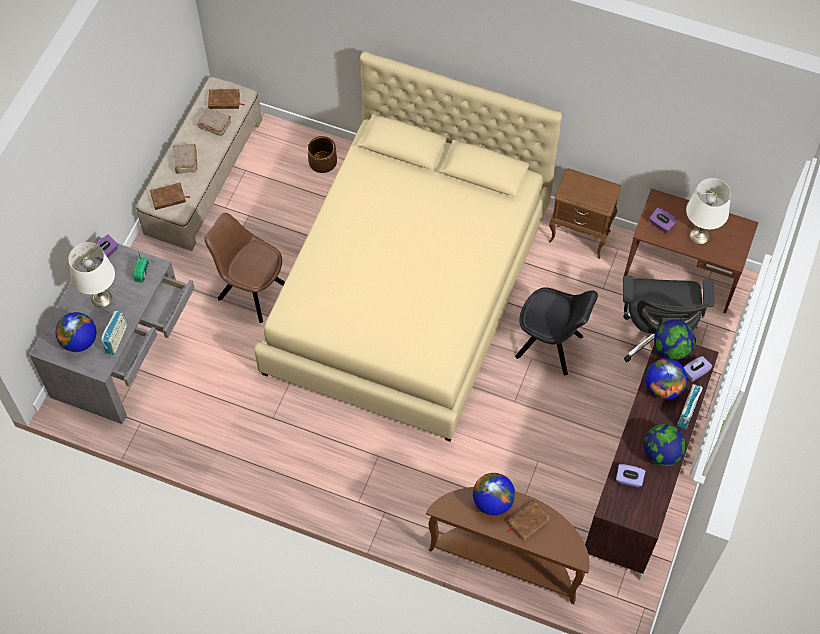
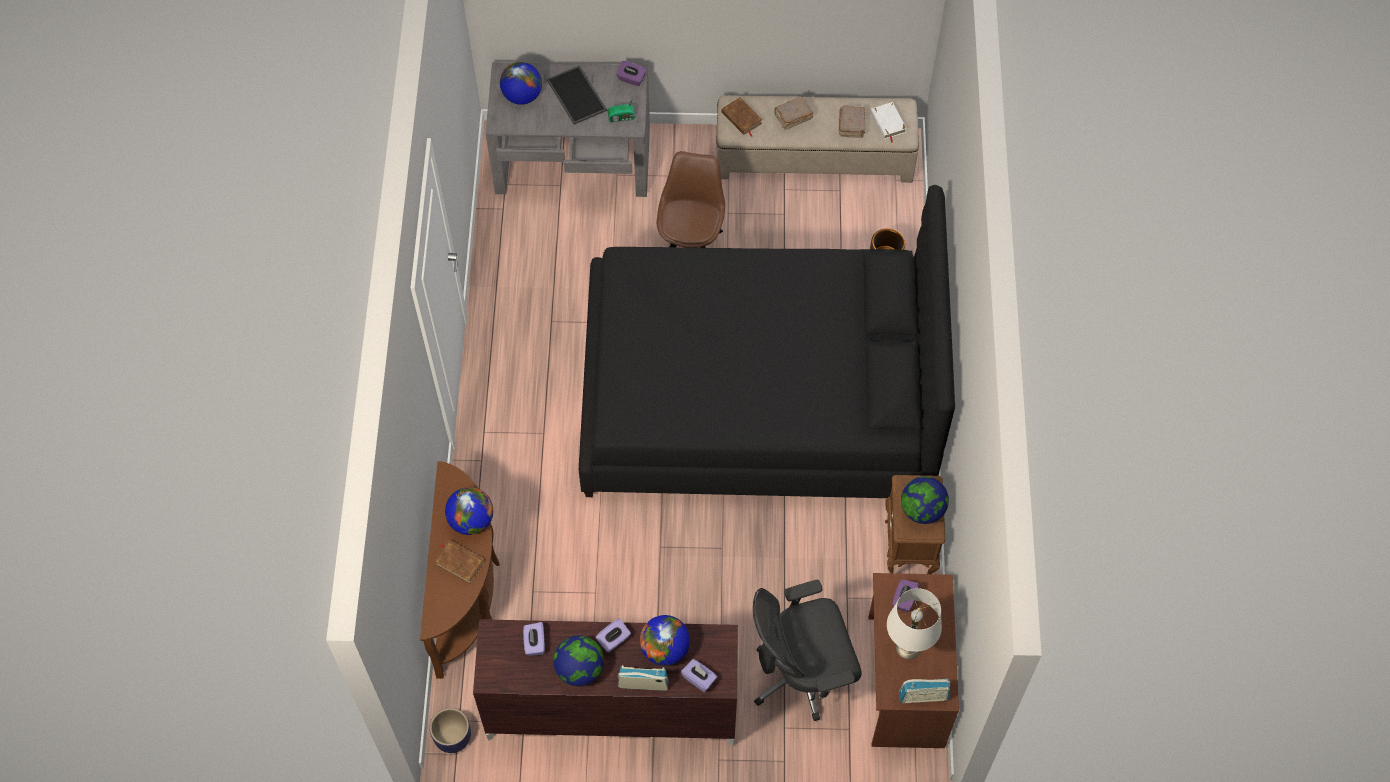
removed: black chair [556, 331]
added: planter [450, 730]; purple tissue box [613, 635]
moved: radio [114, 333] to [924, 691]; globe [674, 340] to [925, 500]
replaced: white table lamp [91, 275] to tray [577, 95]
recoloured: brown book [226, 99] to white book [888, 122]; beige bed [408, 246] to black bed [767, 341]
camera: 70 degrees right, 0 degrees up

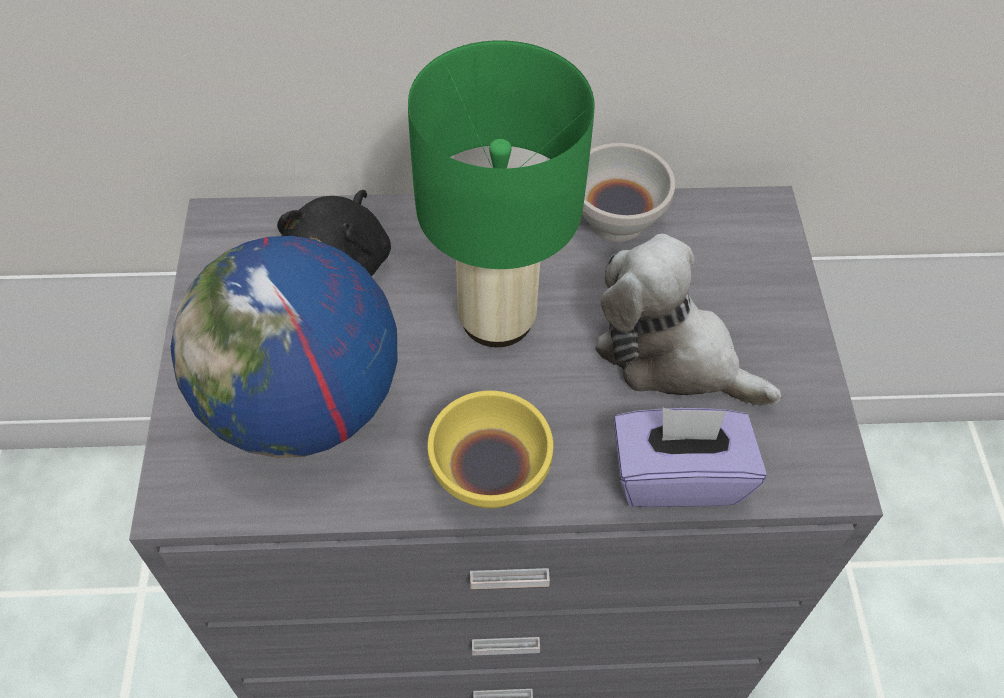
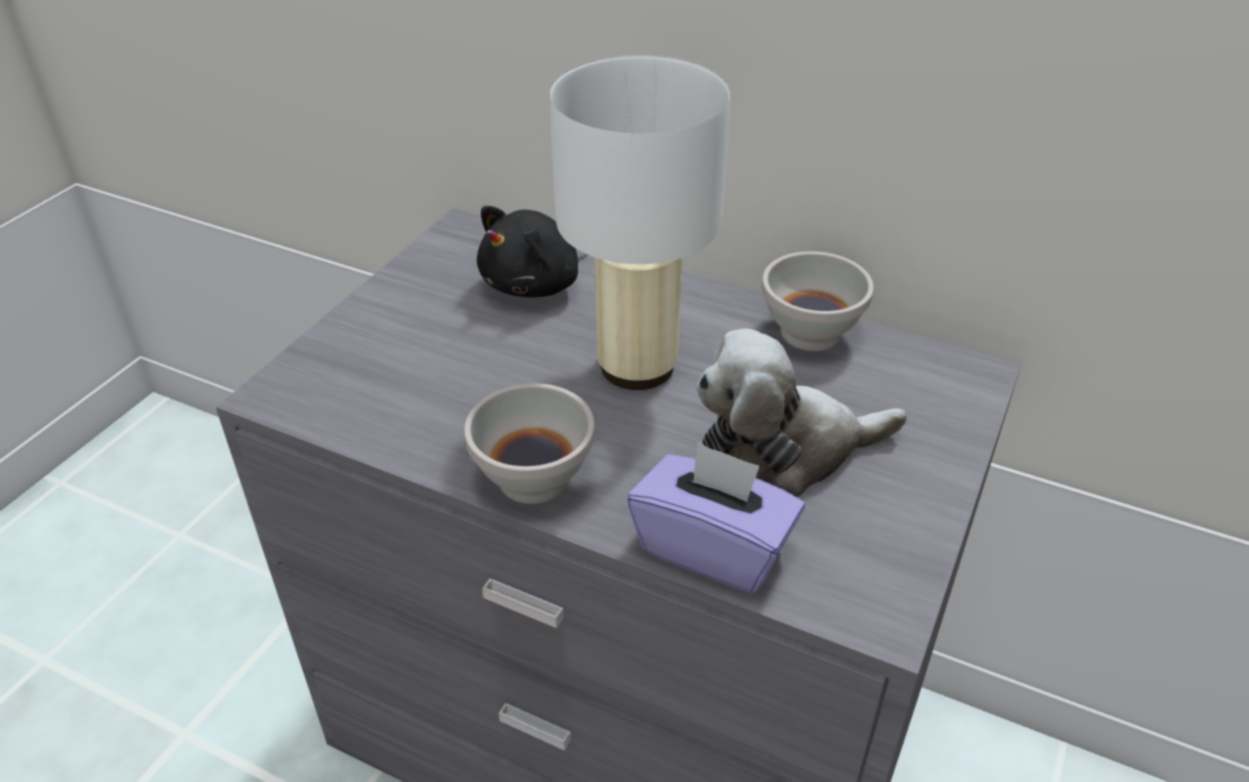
removed: globe [284, 347]
recoloured: green table lamp [501, 193] to white table lamp [640, 222]; yellow bowl [490, 449] to white bowl [529, 443]
turned: plush toy [688, 320] = [801, 412] 75 degrees counterclockwise
camera: 30 degrees right, 15 degrees down

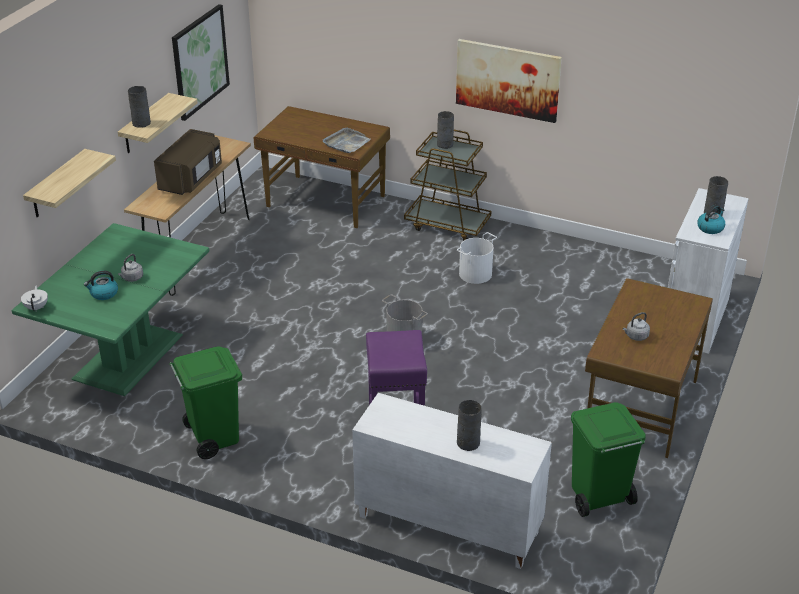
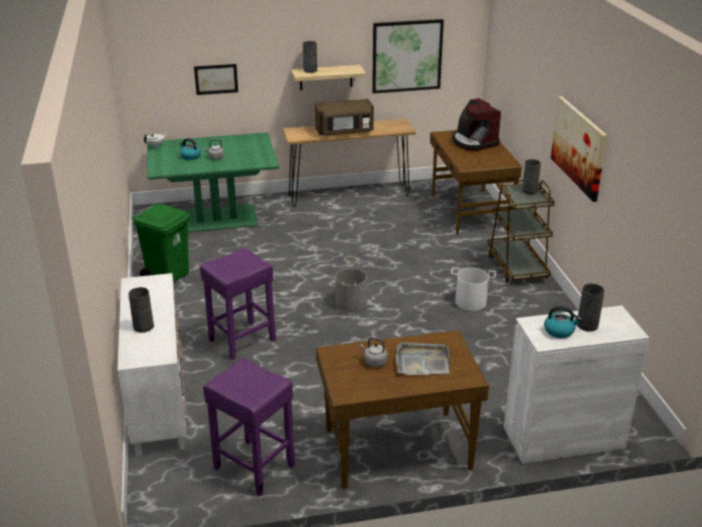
added: coffee machine [476, 124]
moved: grey tray [347, 141] to [423, 358]
replaced: shelf [69, 183] to picture [216, 79]; green trash can [608, 459] to purple stool [249, 427]
camera: 55 degrees right, 5 degrees down

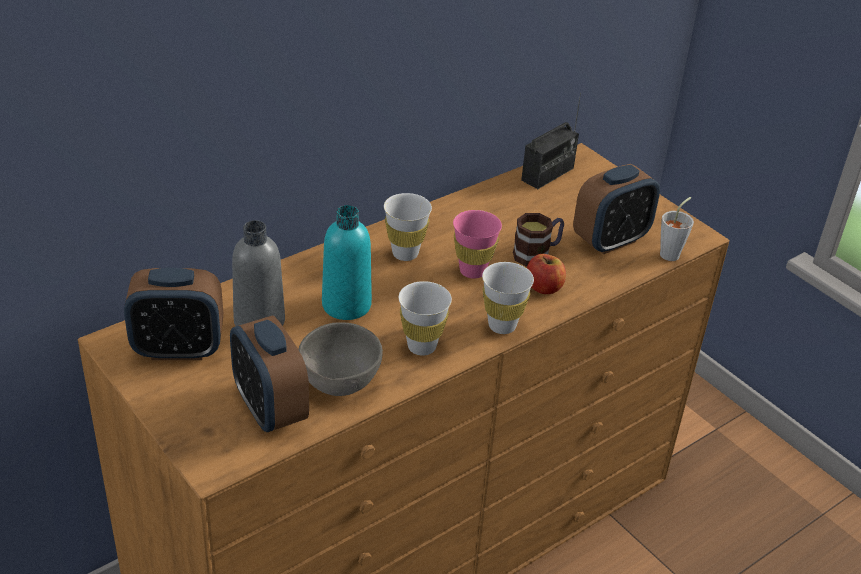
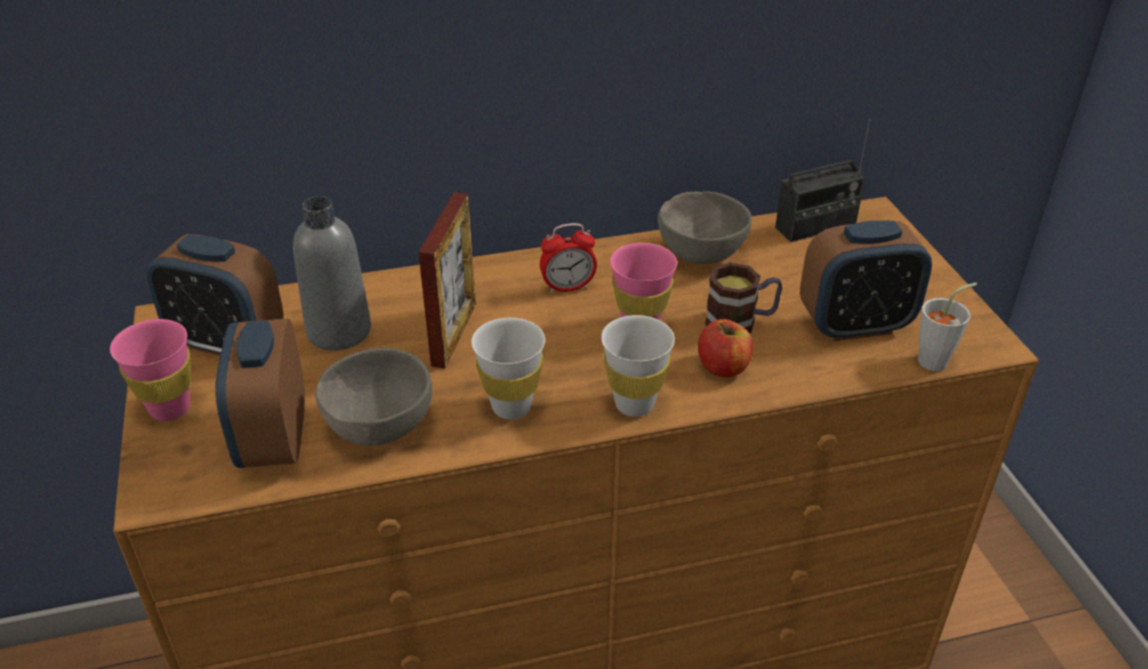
added: pink cup [150, 370]; grey bowl [705, 227]
replaced: turquoise bottle [347, 262] to picture frame [447, 280]; white cup [408, 227] to alarm clock [568, 258]
camera: 25 degrees right, 0 degrees up

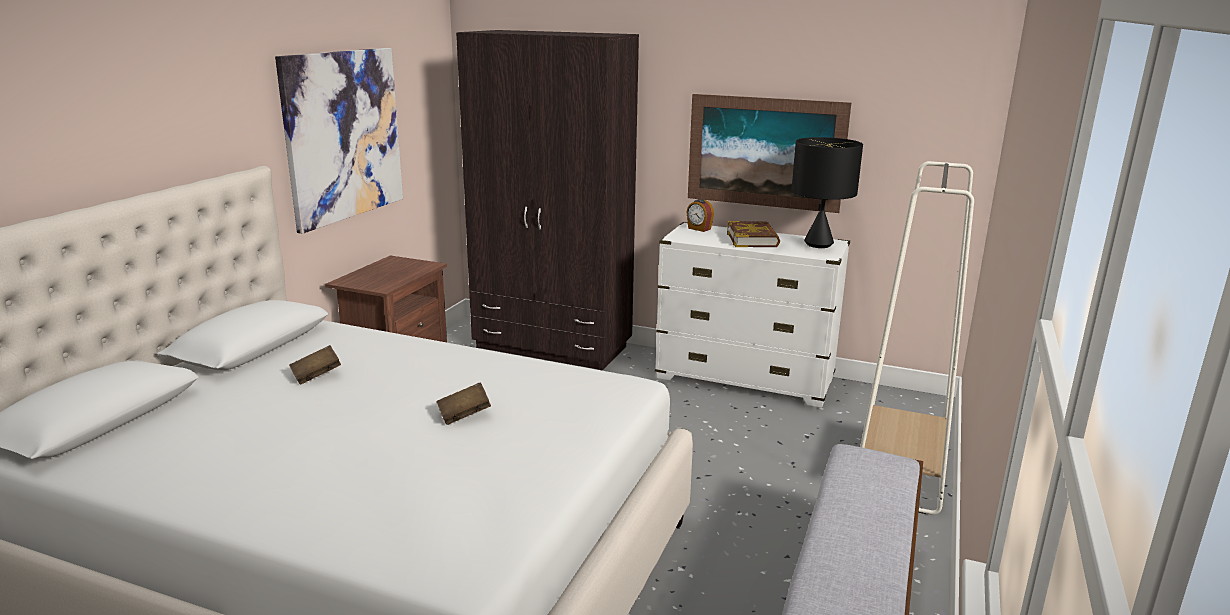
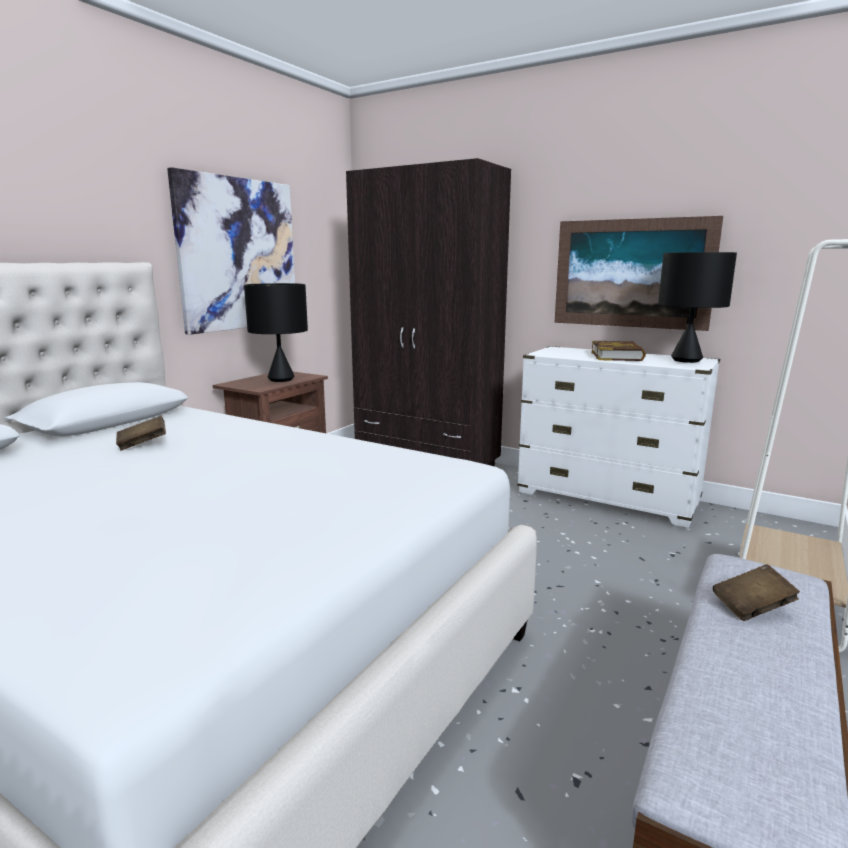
removed: alarm clock [700, 215]
added: black table lamp [276, 332]
moved: brown book [464, 403] to [756, 592]
camera: 10 degrees right, 5 degrees down

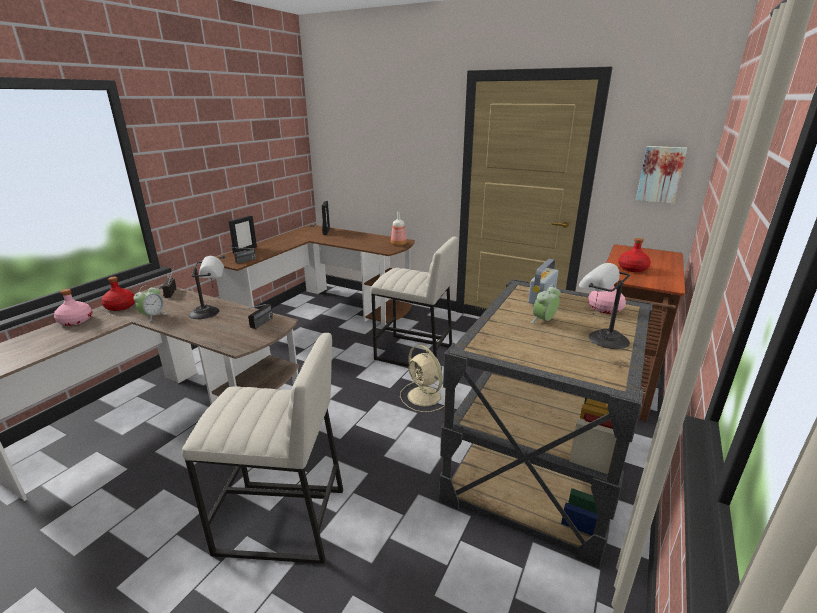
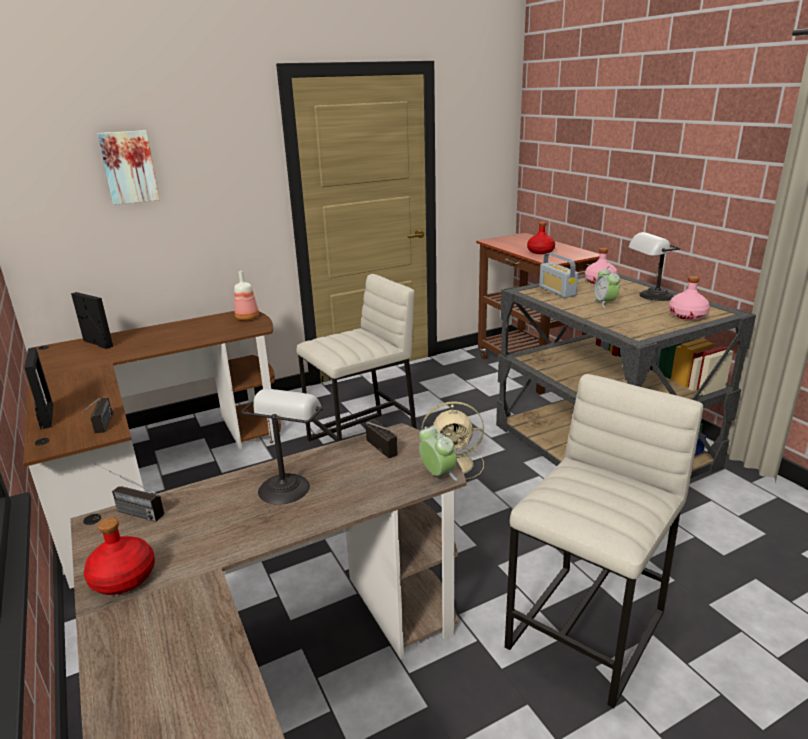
moved: pink bottle [73, 307] to [689, 298]; alarm clock [150, 303] to [438, 453]; picture [661, 175] to [128, 167]
camera: 55 degrees left, 0 degrees up

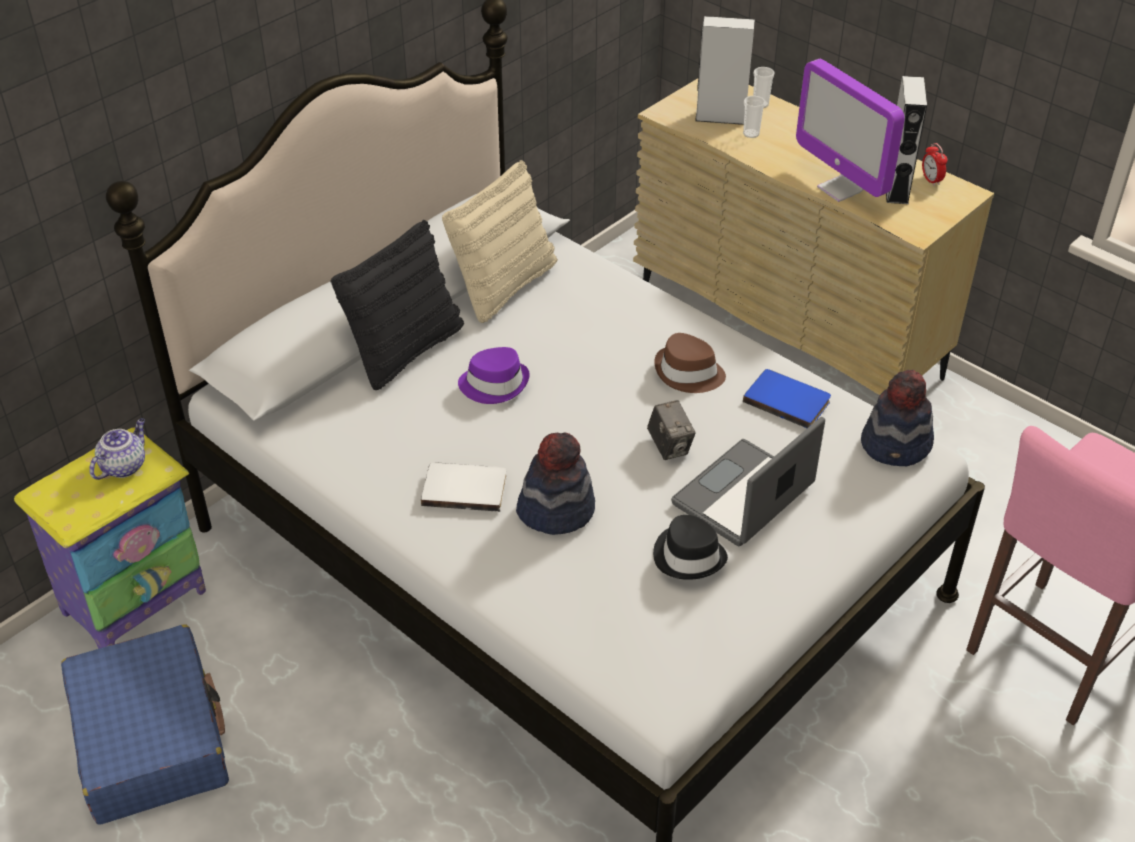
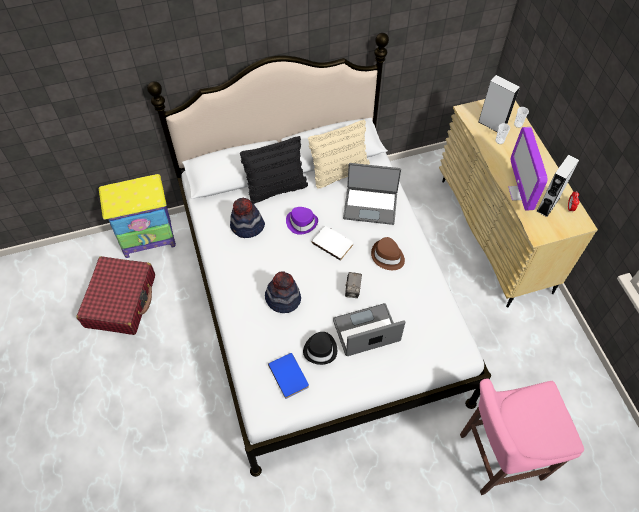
removed: teapot [117, 449]
added: laptop [372, 194]
moved: white book [464, 487] to [332, 243]; blue book [787, 398] to [288, 376]; hat [897, 418] to [247, 217]
recoloured: blue suitcase [145, 724] to red suitcase [115, 295]
camera: 30 degrees right, 15 degrees up

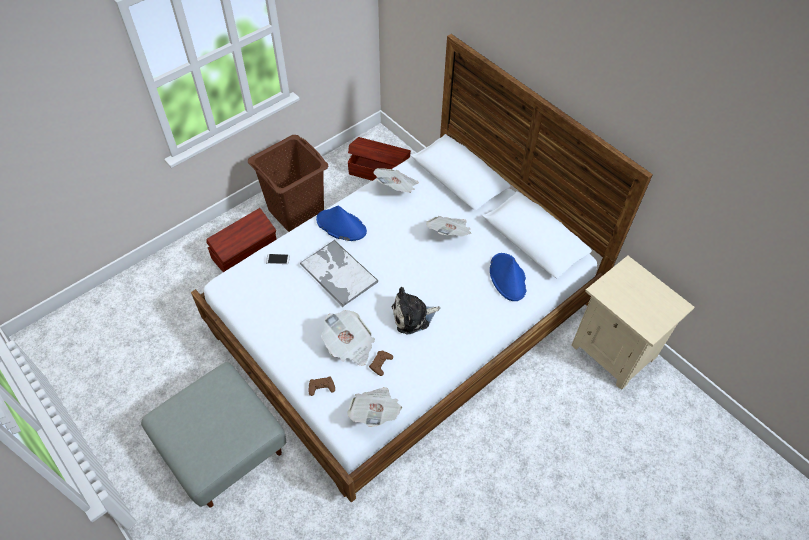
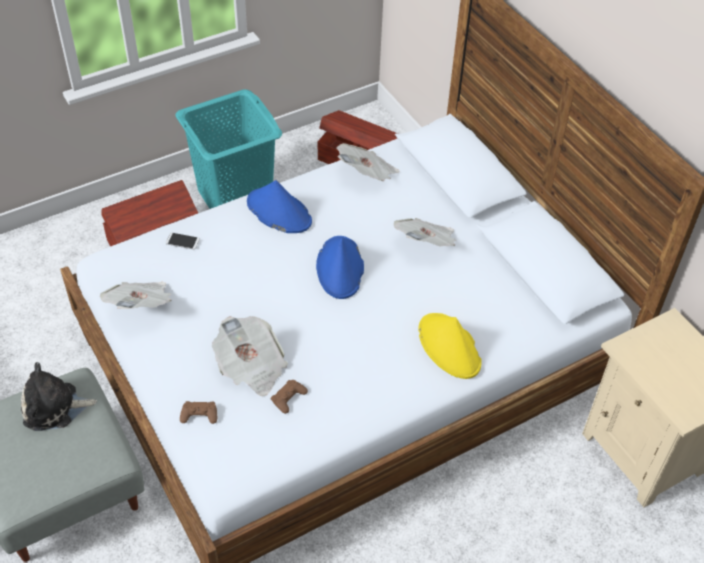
removed: tray [339, 273]
added: yellow hat [450, 346]
moved: newspaper [374, 407] to [135, 295]; plush toy [416, 310] to [59, 396]; blue hat [508, 277] to [340, 267]
recoloured: brown laundry basket [288, 183] to turquoise laundry basket [229, 149]
camera: 10 degrees right, 5 degrees down

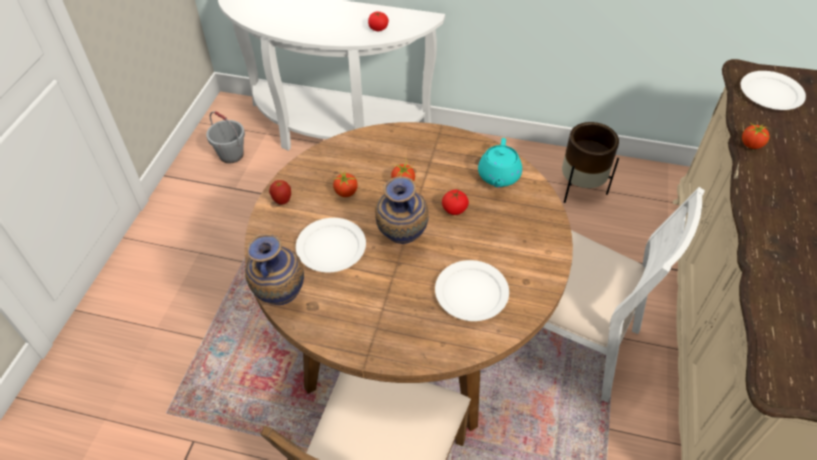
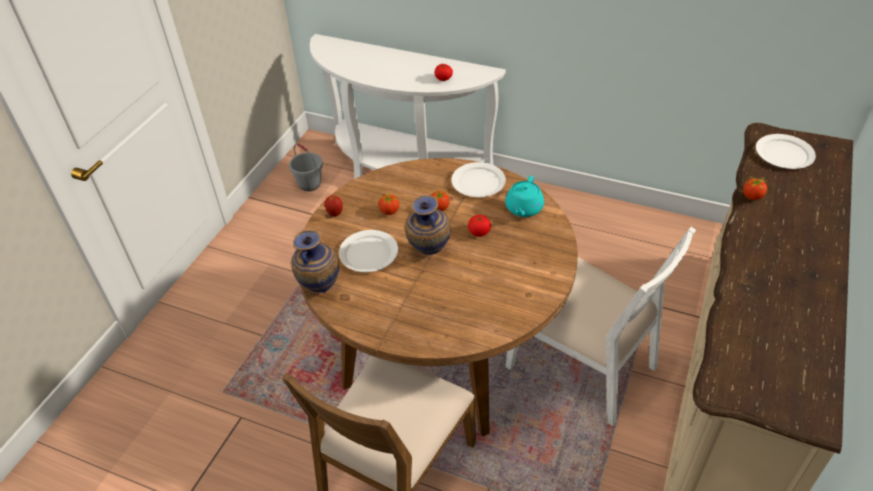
removed: brown planter [590, 162]
moved: white plate [472, 290] to [478, 179]
camera: 10 degrees right, 5 degrees down

